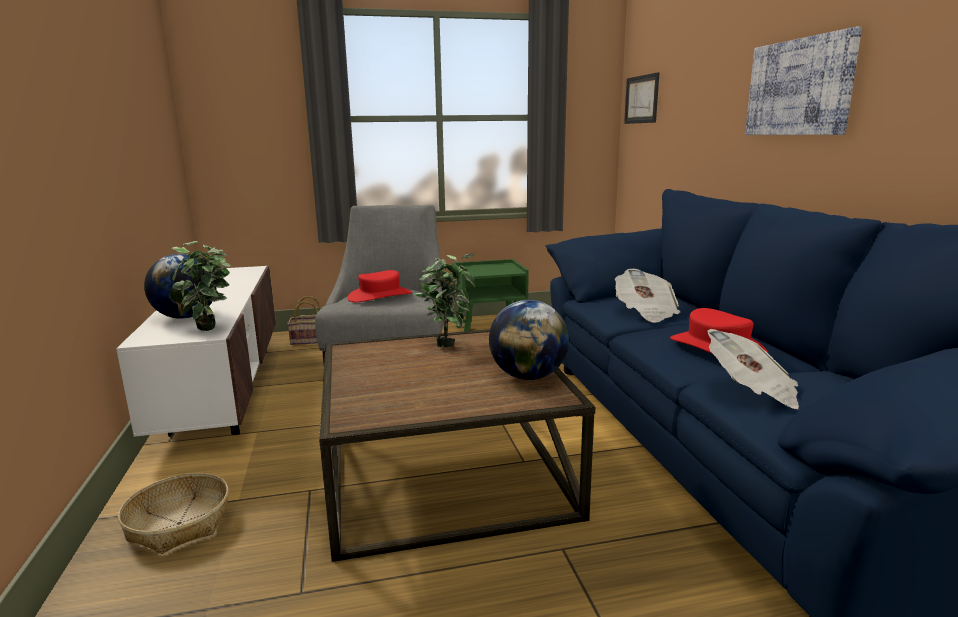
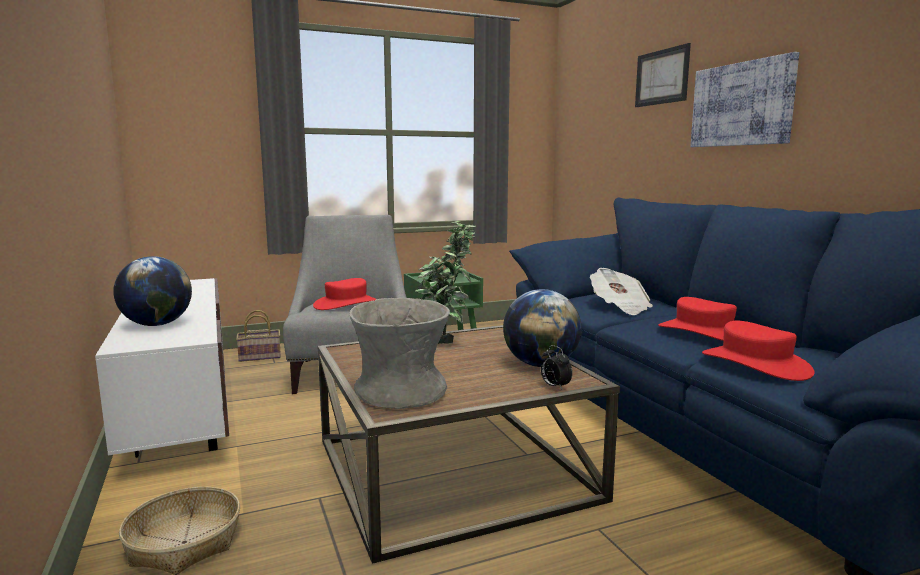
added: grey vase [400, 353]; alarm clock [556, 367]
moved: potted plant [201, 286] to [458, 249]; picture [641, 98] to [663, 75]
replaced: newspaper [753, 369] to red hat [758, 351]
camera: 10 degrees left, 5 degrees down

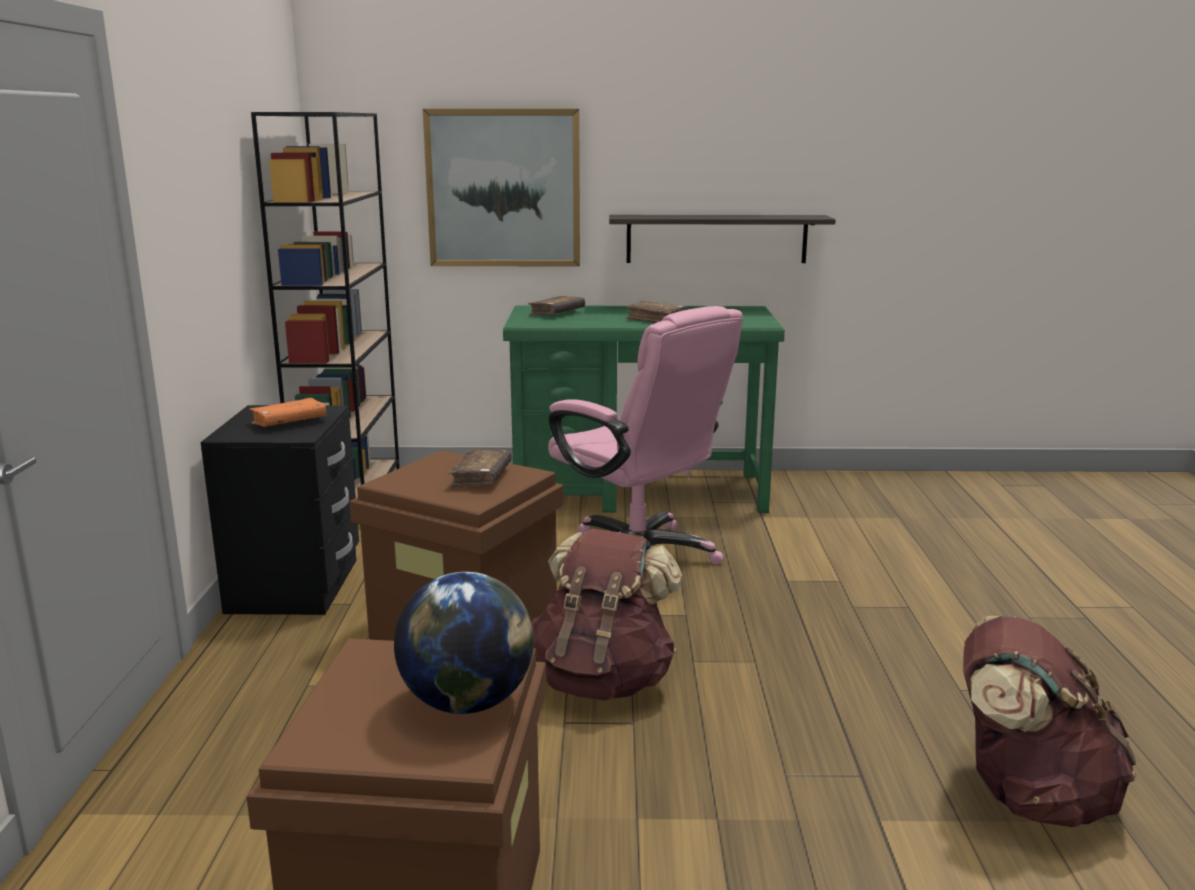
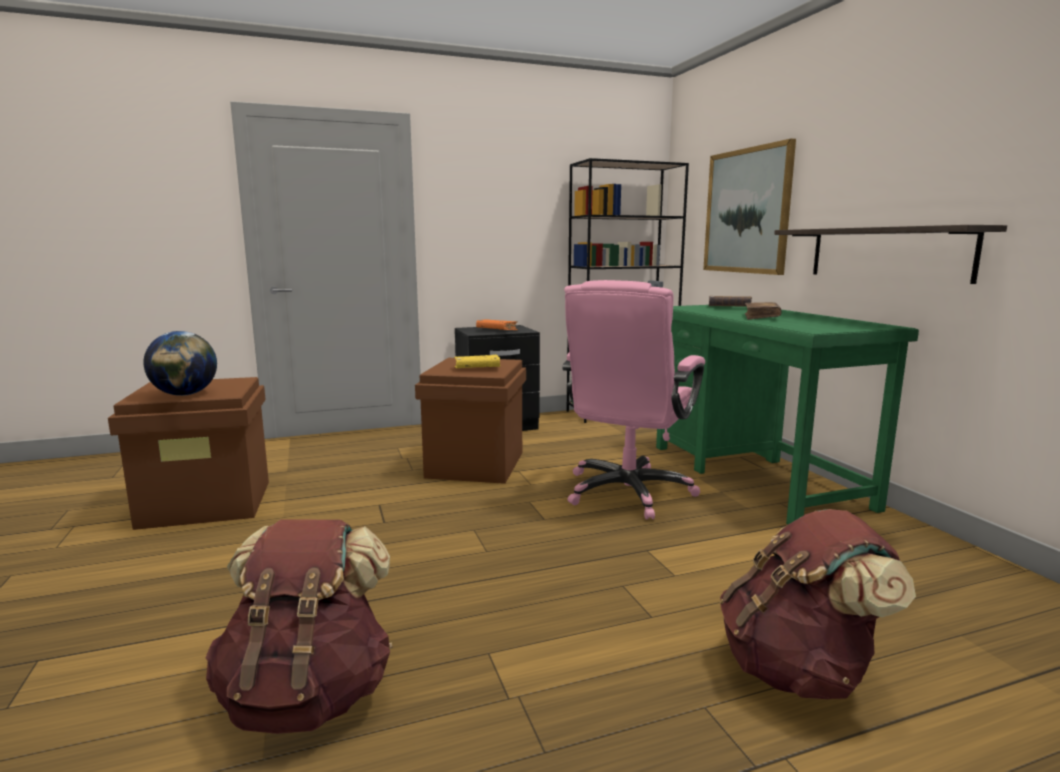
moved: brown backpack [607, 614] to [818, 604]
recoloured: brown book [480, 469] to yellow book [477, 361]
camera: 70 degrees right, 5 degrees down

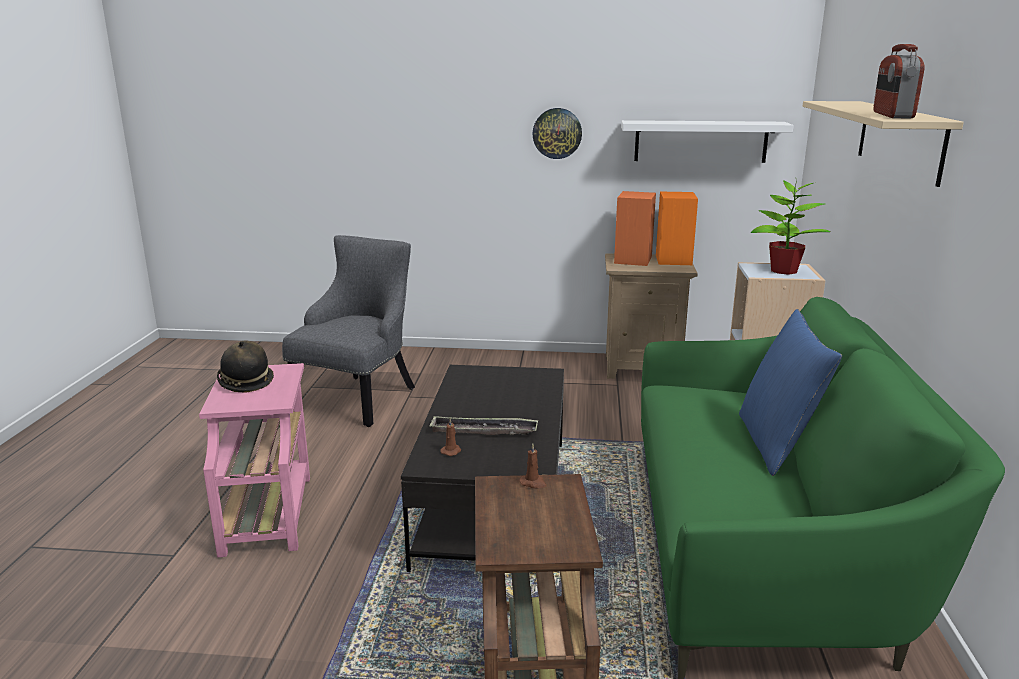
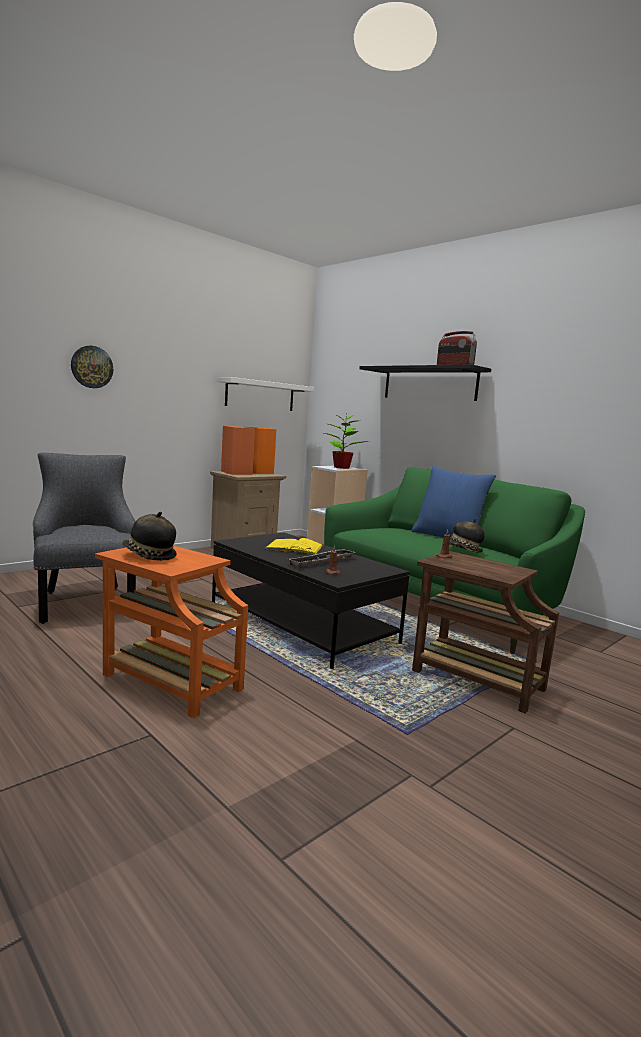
added: yellow book [293, 546]; hat [467, 536]
moved: wall clock [557, 133] to [92, 367]
recoloured: pink side table [254, 460] to orange side table [171, 631]; beige shelf [883, 144] to black shelf [425, 382]
camera: 50 degrees left, 10 degrees down

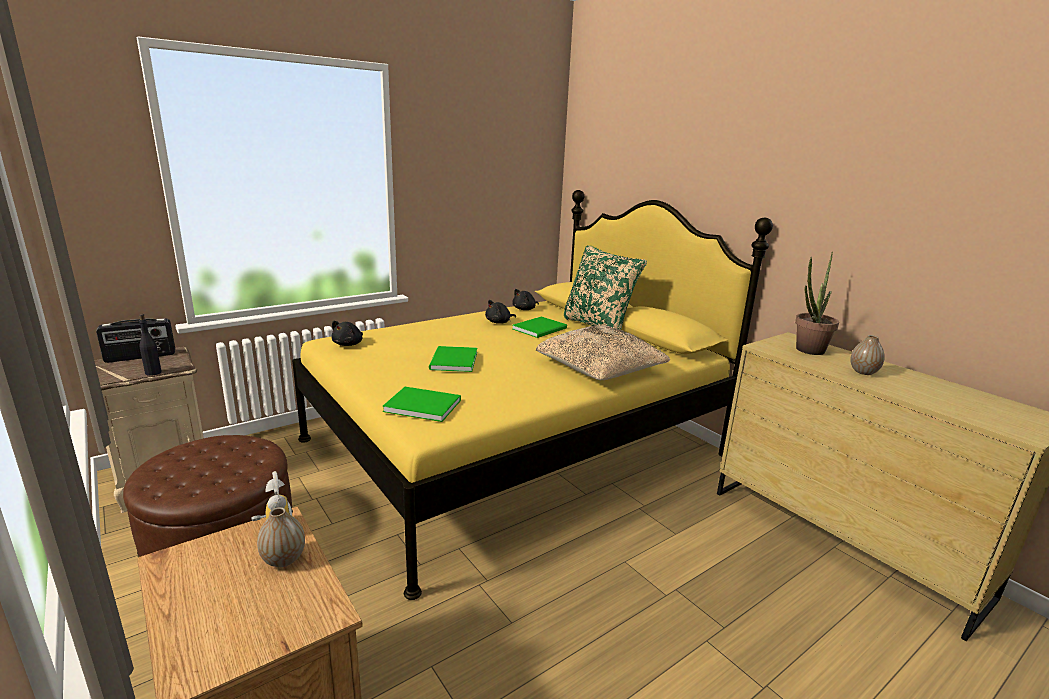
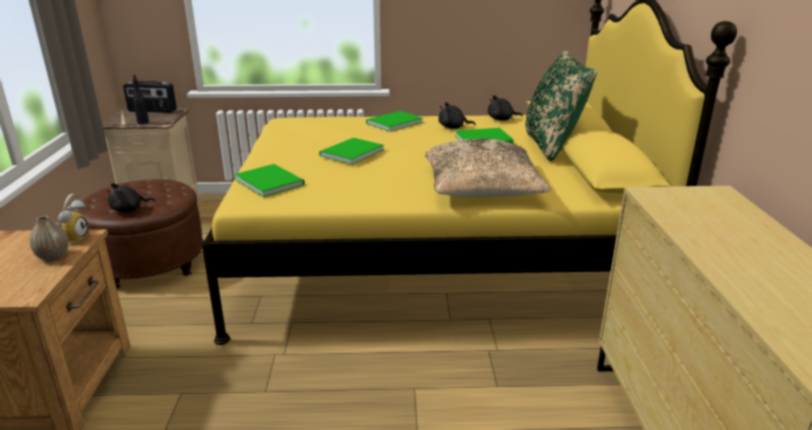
removed: potted plant [817, 303]; vase [867, 355]
added: green book [394, 121]
moved: black plush toy [347, 333] to [130, 197]
camera: 35 degrees right, 5 degrees up

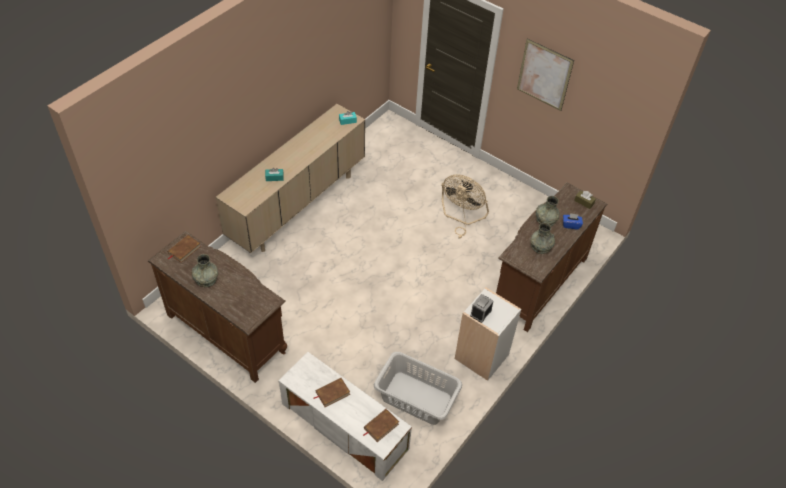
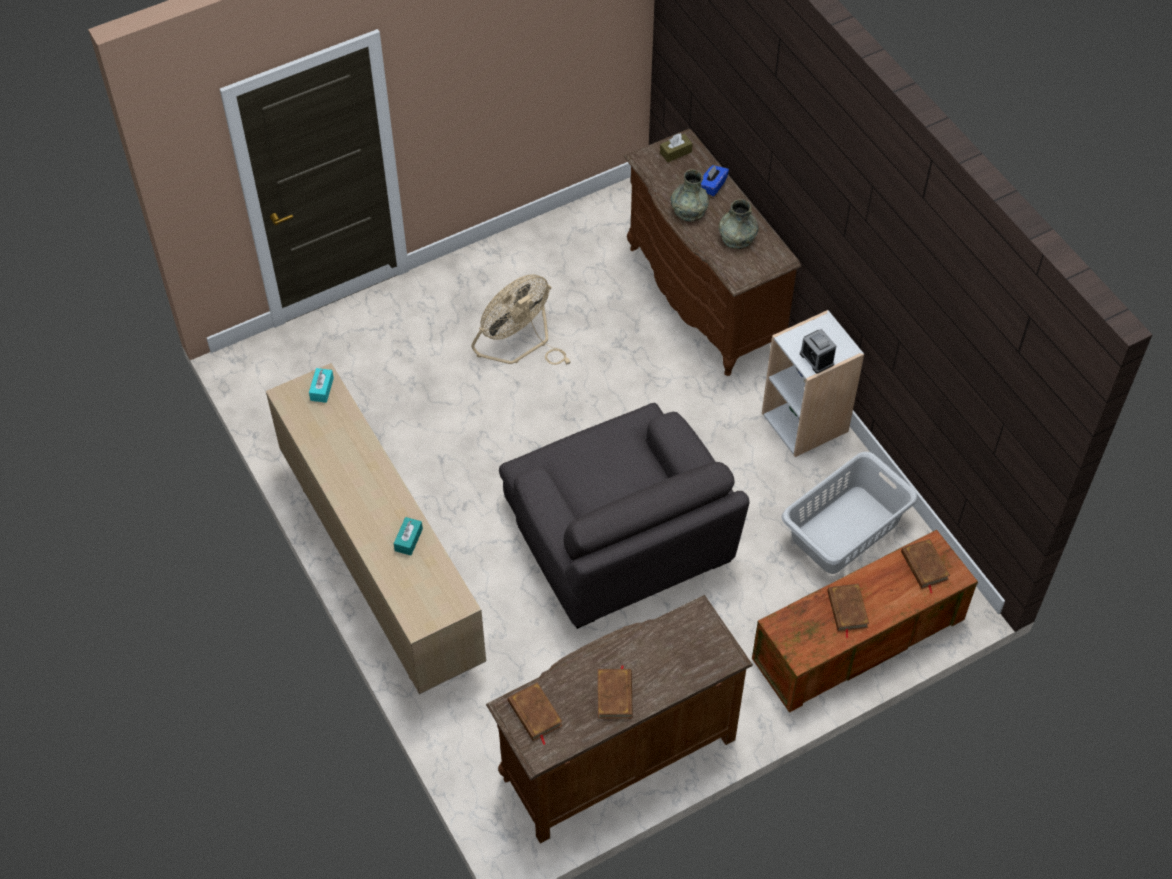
removed: picture [545, 75]
added: grey armchair [624, 516]
replaced: grey vase [205, 270] to brown book [615, 692]
recoloured: white bench [345, 416] to brown bench [865, 621]
camera: 65 degrees left, 5 degrees up

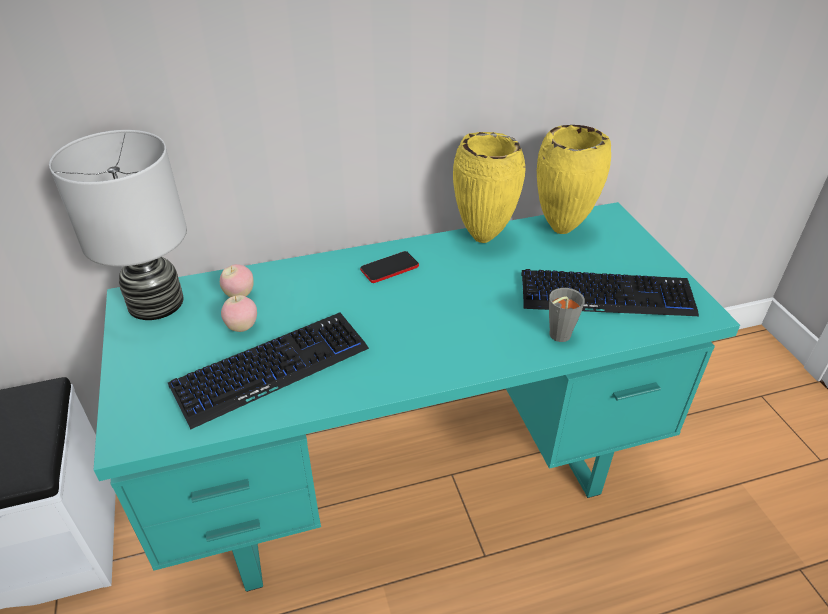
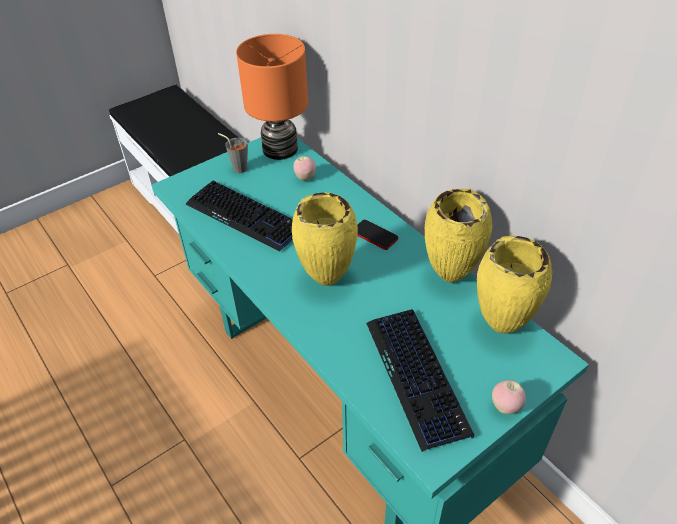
added: yellow vase [325, 239]
moved: apple [239, 313] to [509, 397]; grey cup [567, 315] to [233, 153]
recoloured: grey table lamp [118, 225] to orange table lamp [272, 97]
camera: 70 degrees right, 5 degrees up

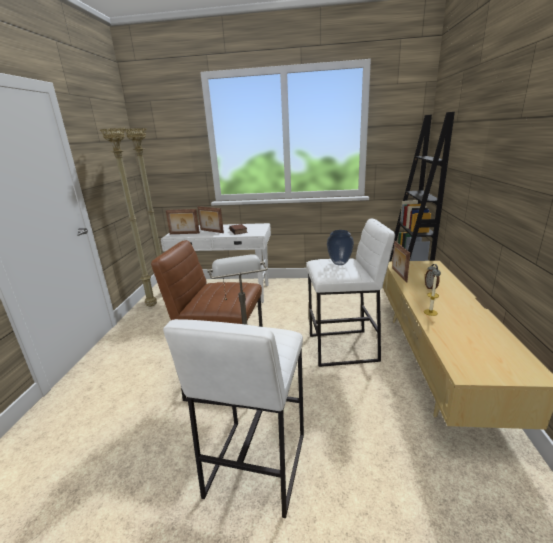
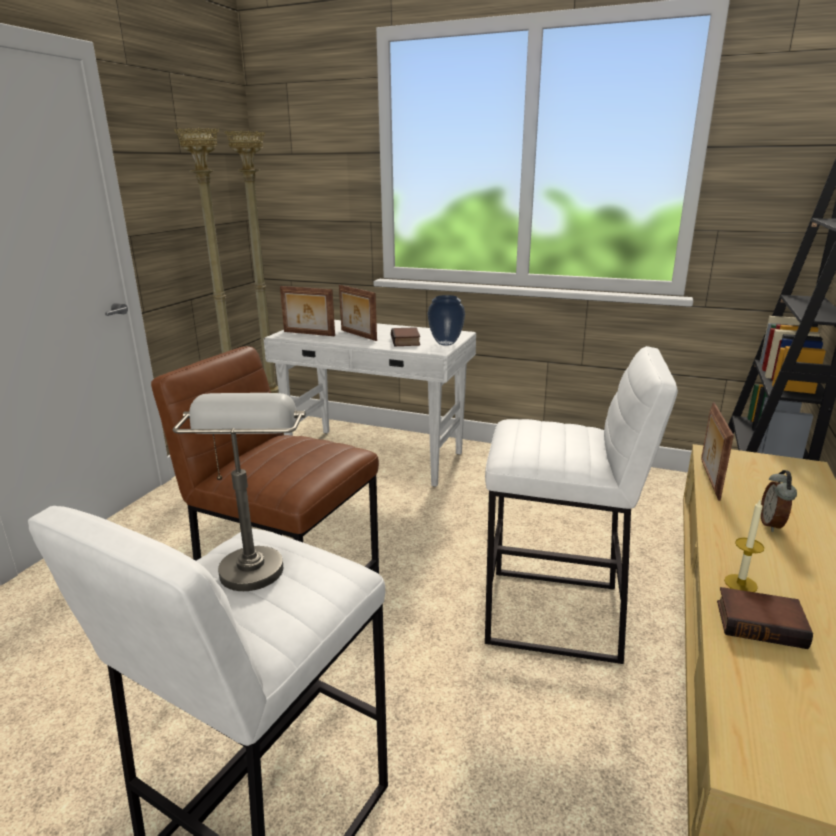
added: book [765, 618]
moved: vase [340, 247] to [446, 320]
camera: 15 degrees right, 0 degrees up

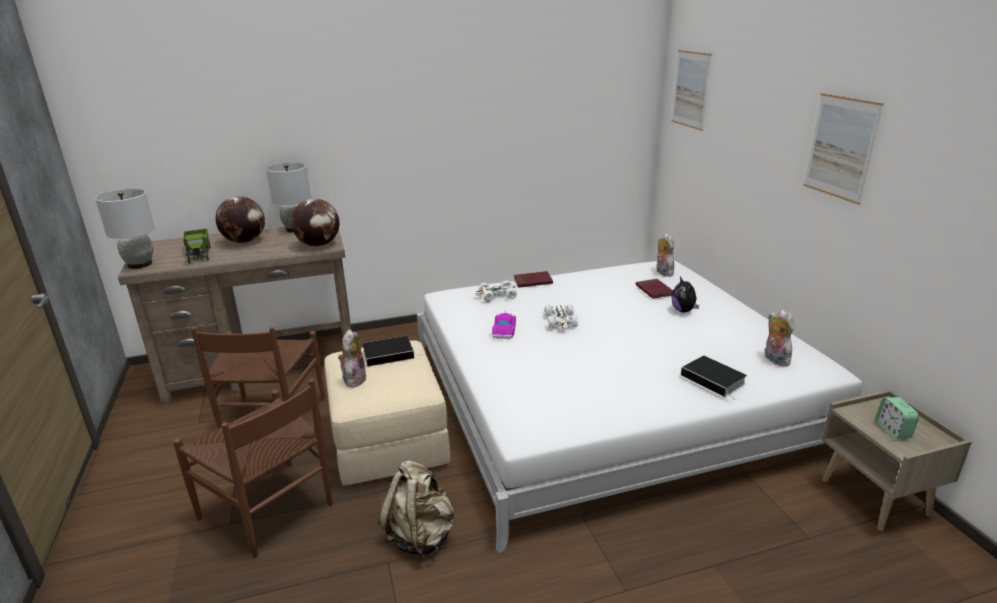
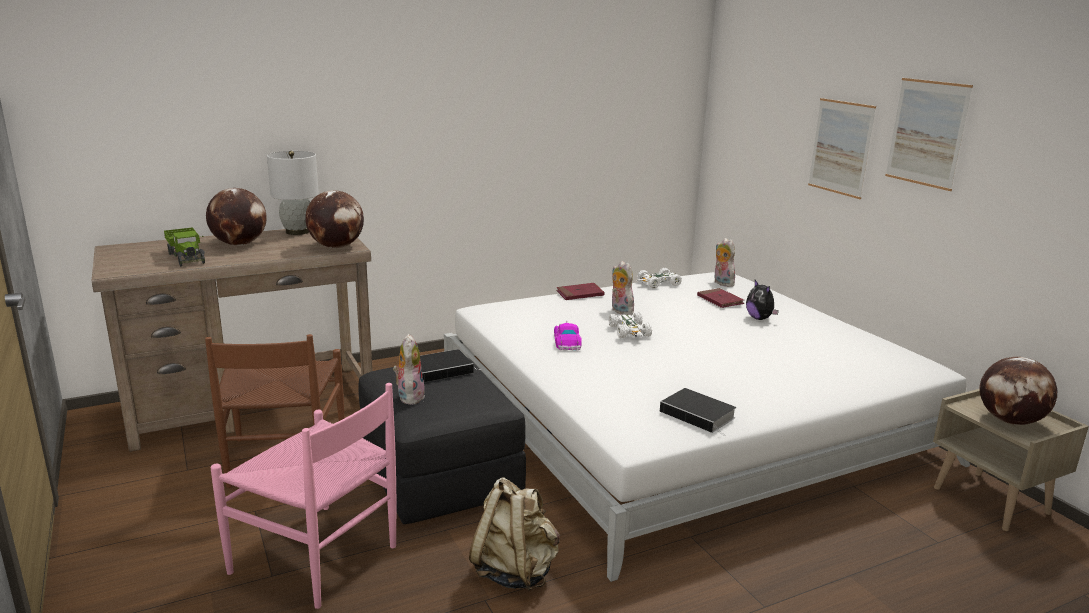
removed: white table lamp [125, 229]
moved: white toy car [496, 291] to [659, 278]; picture [692, 90] to [842, 148]; book [714, 378] to [698, 412]; plush toy [779, 337] to [623, 288]
replaced: alarm clock [897, 418] to globe [1018, 391]
recoloured: brown chair [253, 468] to pink chair [303, 496]; beige ottoman [387, 413] to black ottoman [442, 440]
camera: 10 degrees left, 5 degrees down

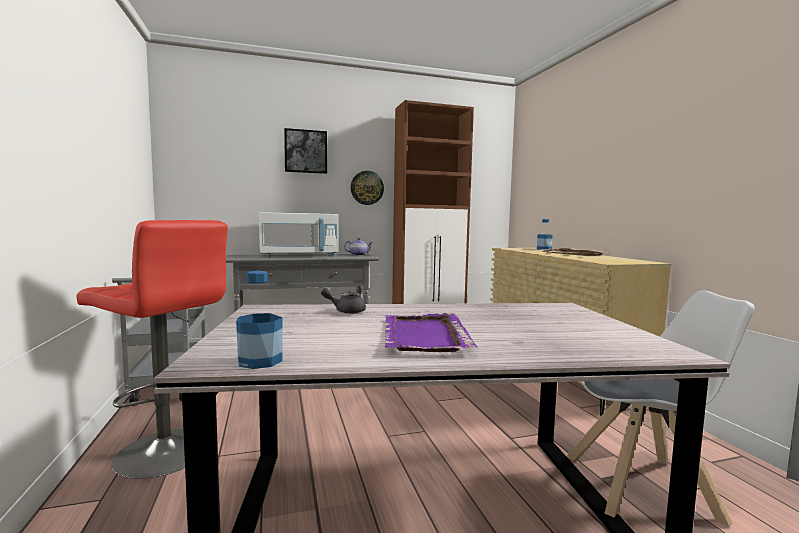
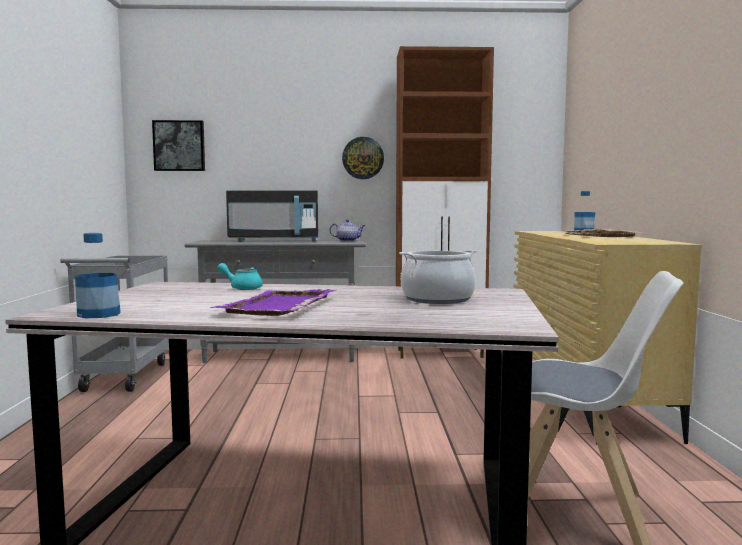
removed: red stool [152, 349]
added: cooking pot [438, 277]
moved: picture [305, 151] to [178, 145]
recoloured: white microwave [299, 234] to black microwave [272, 216]; grey teapot [343, 301] to turquoise teapot [240, 276]
camera: 15 degrees right, 0 degrees up

